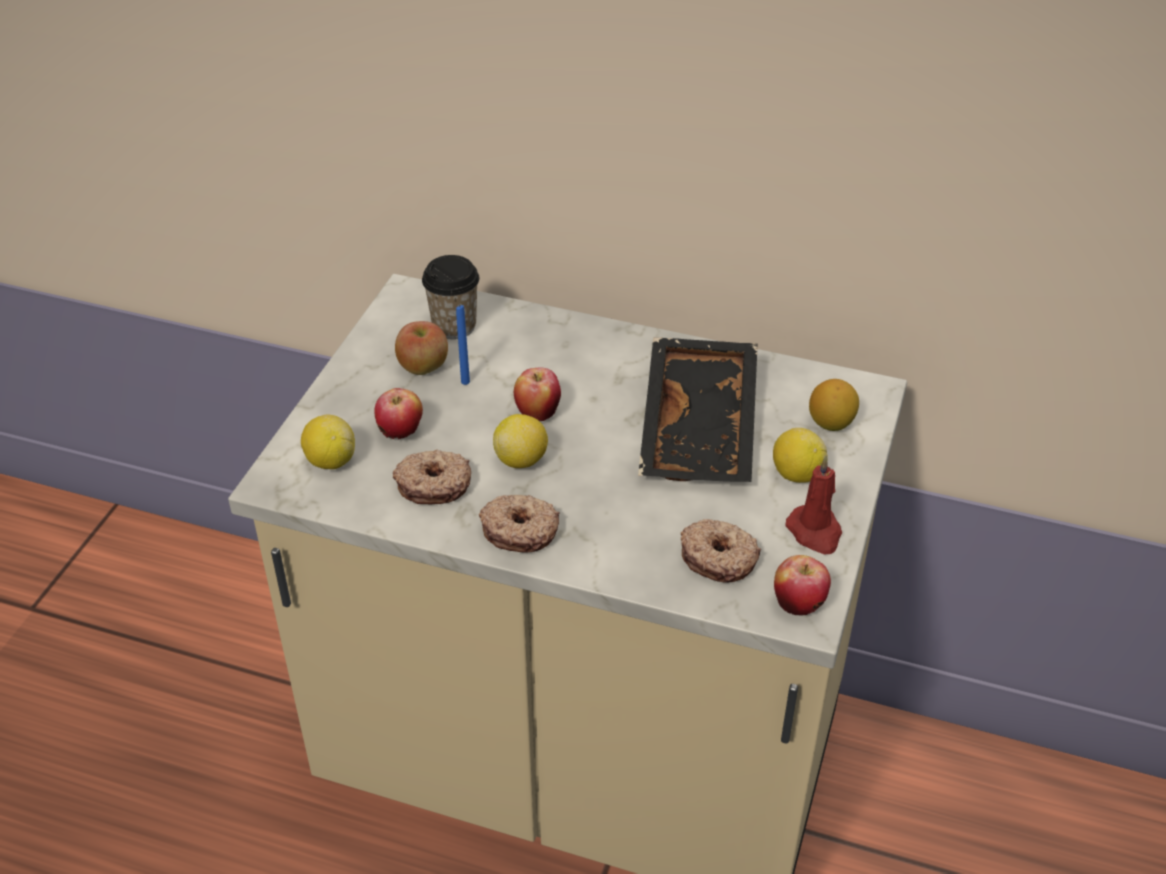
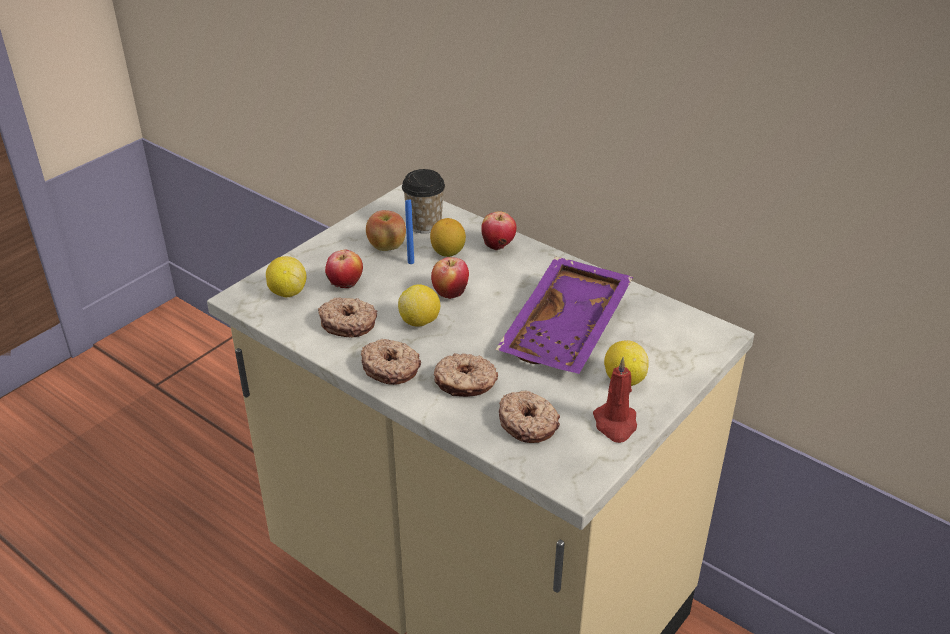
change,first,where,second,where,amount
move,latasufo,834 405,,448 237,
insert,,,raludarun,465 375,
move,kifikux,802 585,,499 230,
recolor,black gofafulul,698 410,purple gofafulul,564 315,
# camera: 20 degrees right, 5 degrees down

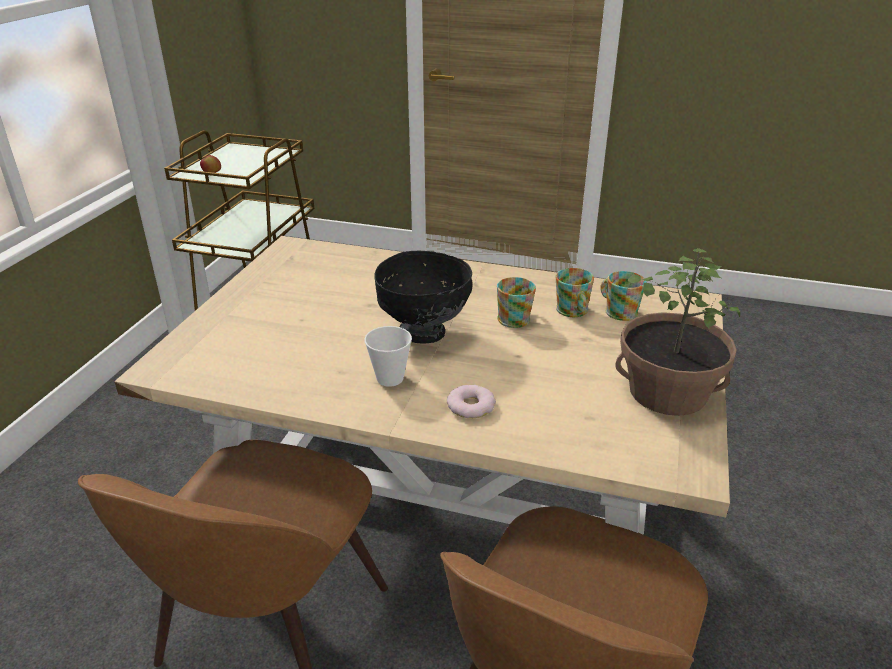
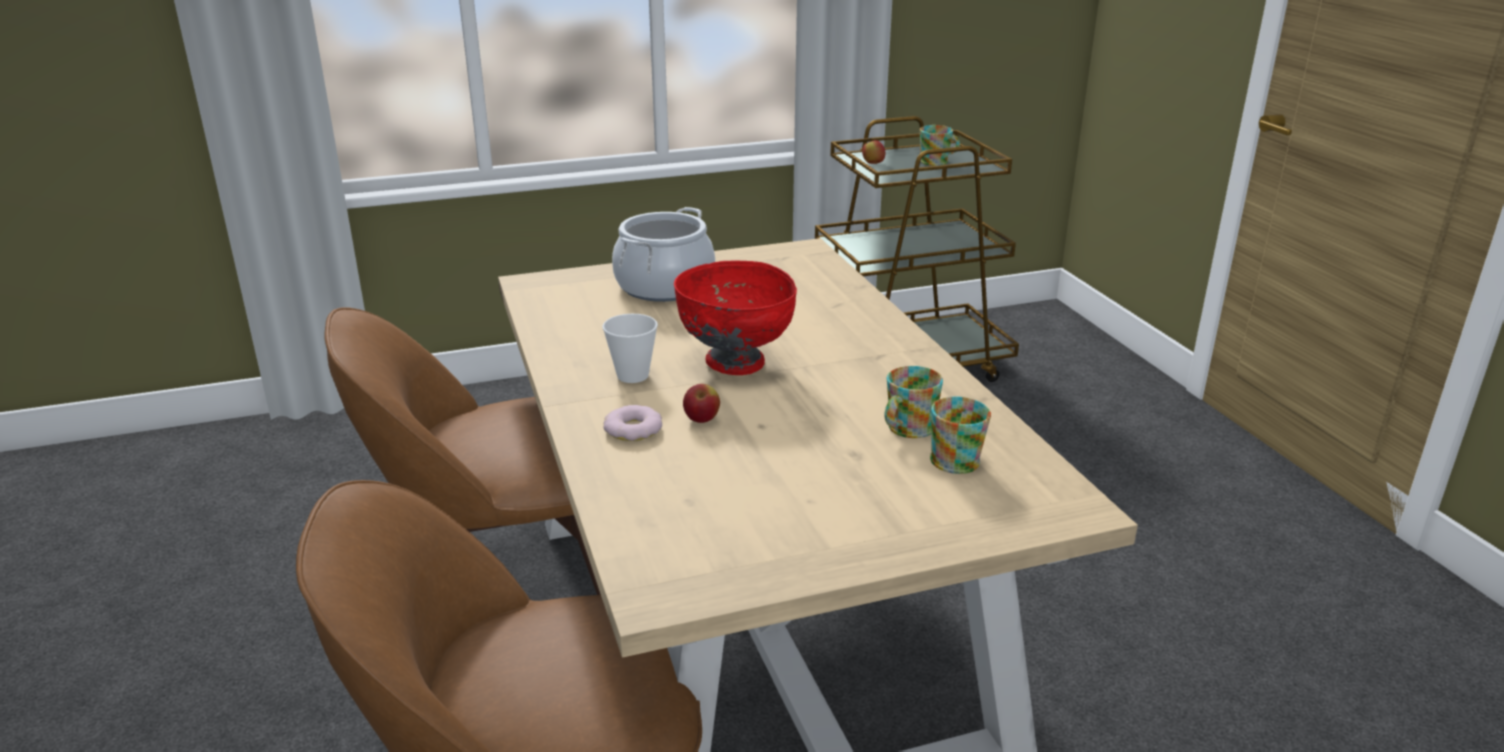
change,first,where,second,where,amount
insert,,,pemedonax,663 254,
recolor,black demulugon,423 297,red demulugon,735 318,
insert,,,kifikux,701 403,
move,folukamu,516 302,,940 145,
delete,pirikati,677 332,,,
# camera: 55 degrees right, 5 degrees down

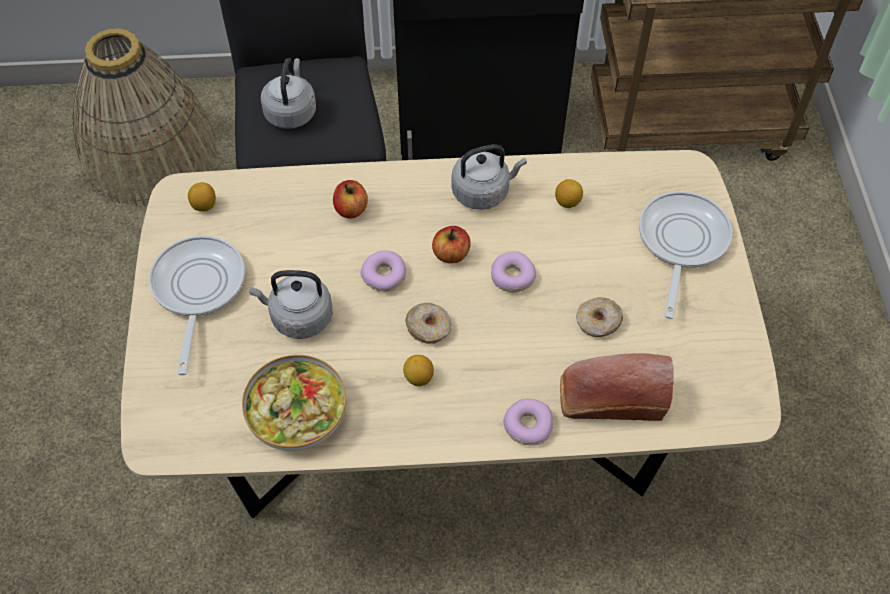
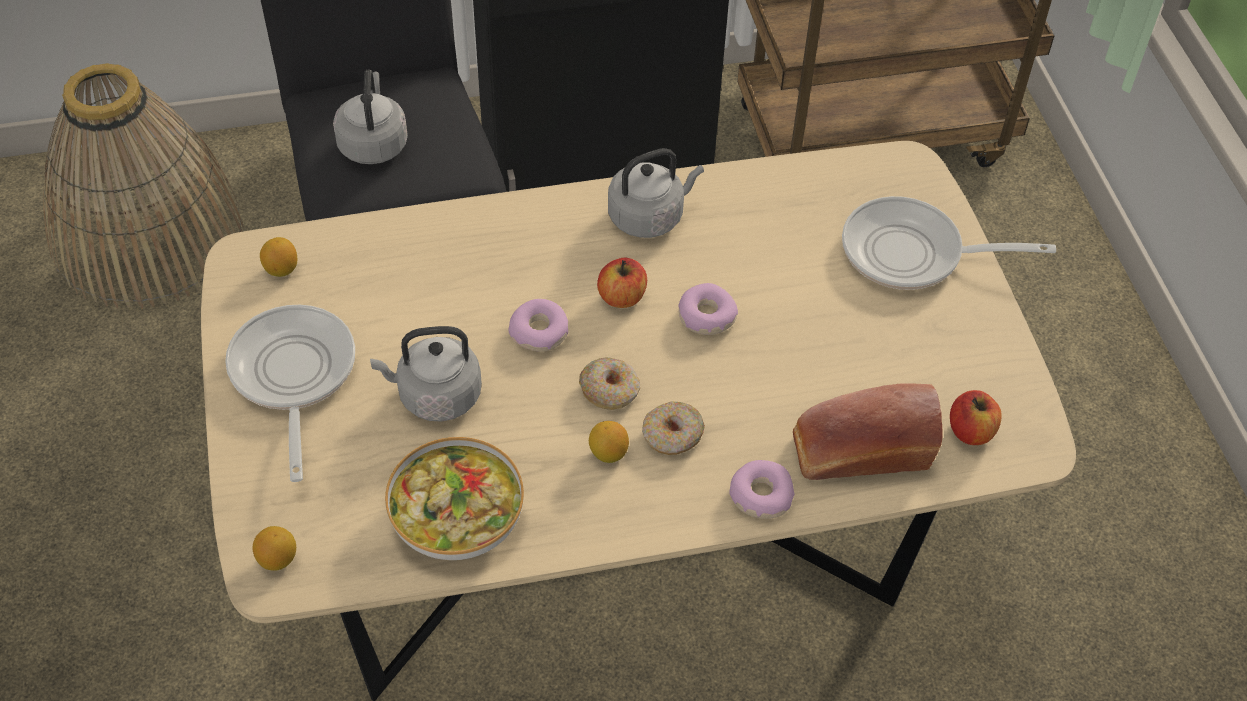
change,first,where,second,where,amount
move,latasufo,569 193,,274 548,
move,raludarun,599 317,,673 428,
rotate,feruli,685 255,,949 243,90 degrees counterclockwise
move,kifikux,350 199,,976 417,
# camera: 10 degrees left, 5 degrees down

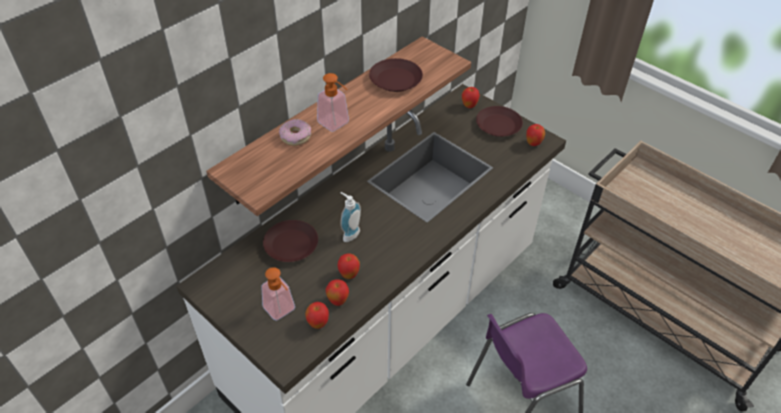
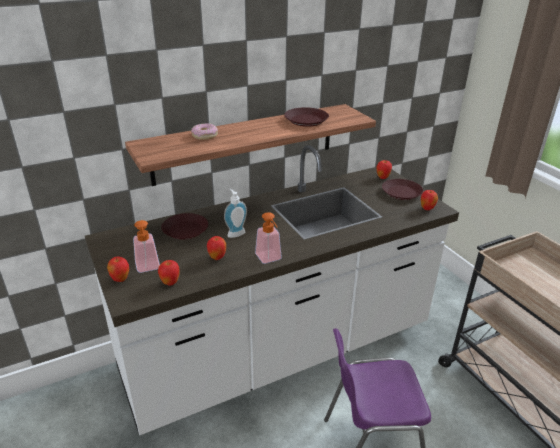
change,first,where,second,where,amount
move,kifikux,337 292,,118 269,
move,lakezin,333 102,,268 238,
# camera: 20 degrees right, 15 degrees down

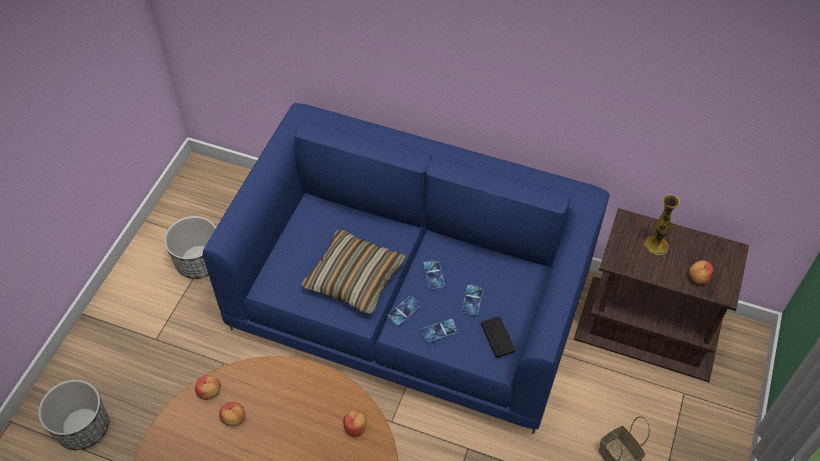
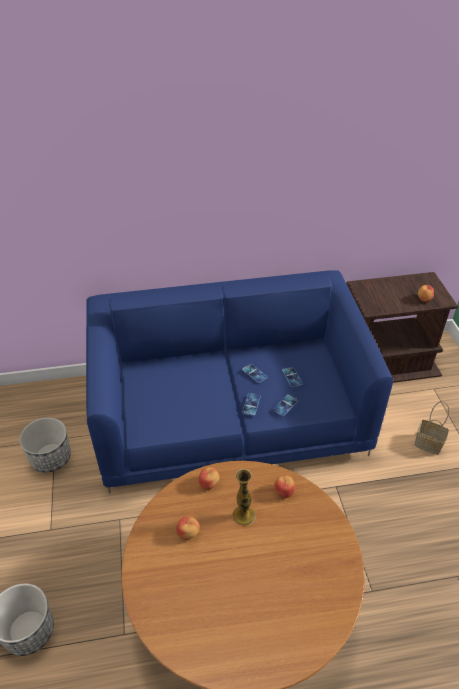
change,first,where,second,where,amount
move,kifikux,208 387,,209 478,
move,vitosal,662 224,,244 497,
delete,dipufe,354 271,,,
delete,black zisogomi,498 337,,,
# camera: 30 degrees left, 10 degrees down

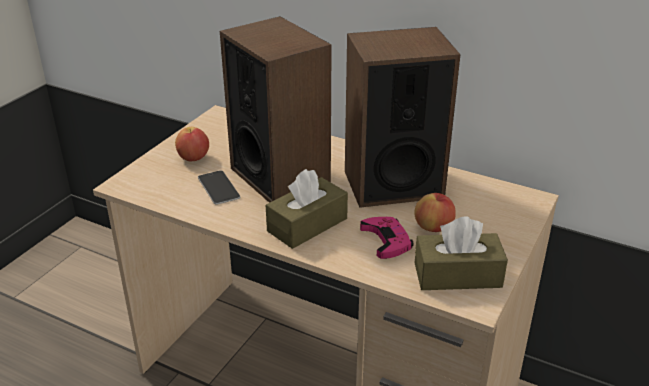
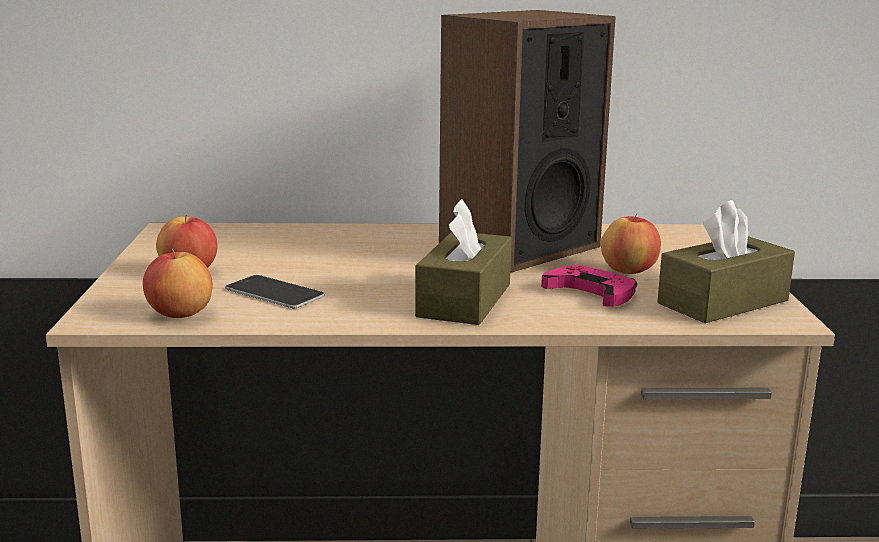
change,first,where,second,where,amount
insert,,,kifikux,178 283,
delete,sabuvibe,276 109,,,
# camera: 30 degrees left, 15 degrees down

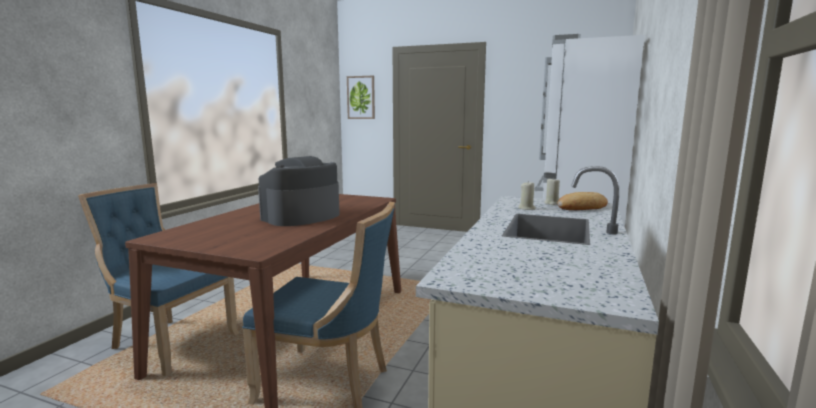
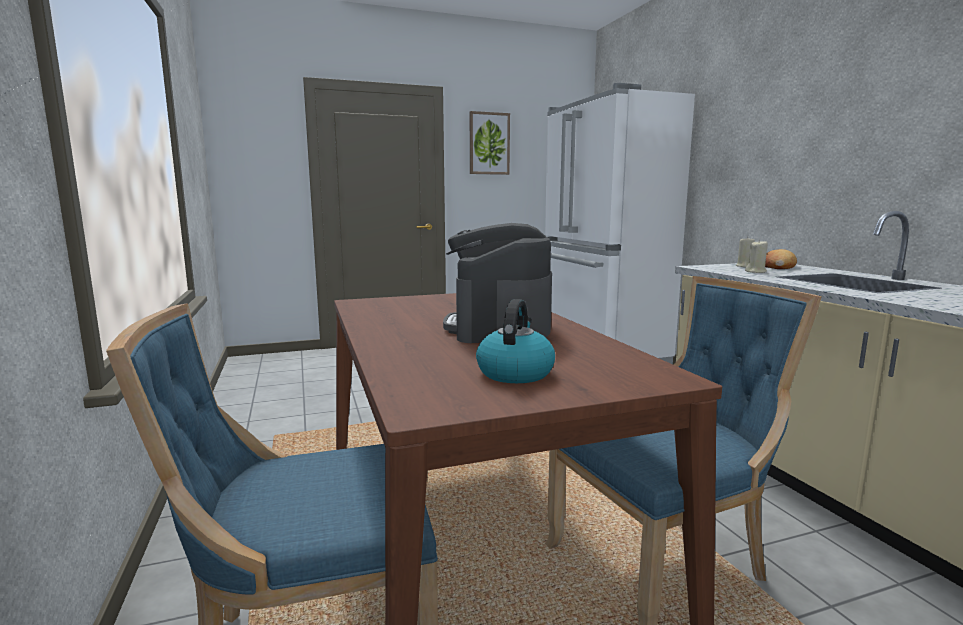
change,first,where,second,where,amount
move,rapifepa,361 97,,490 143,
insert,,,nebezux,515 341,
# camera: 40 degrees left, 0 degrees up

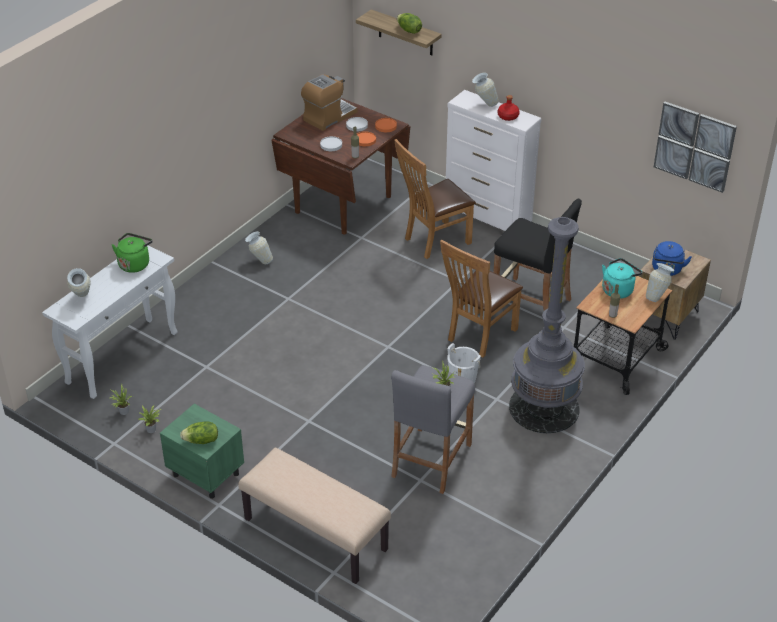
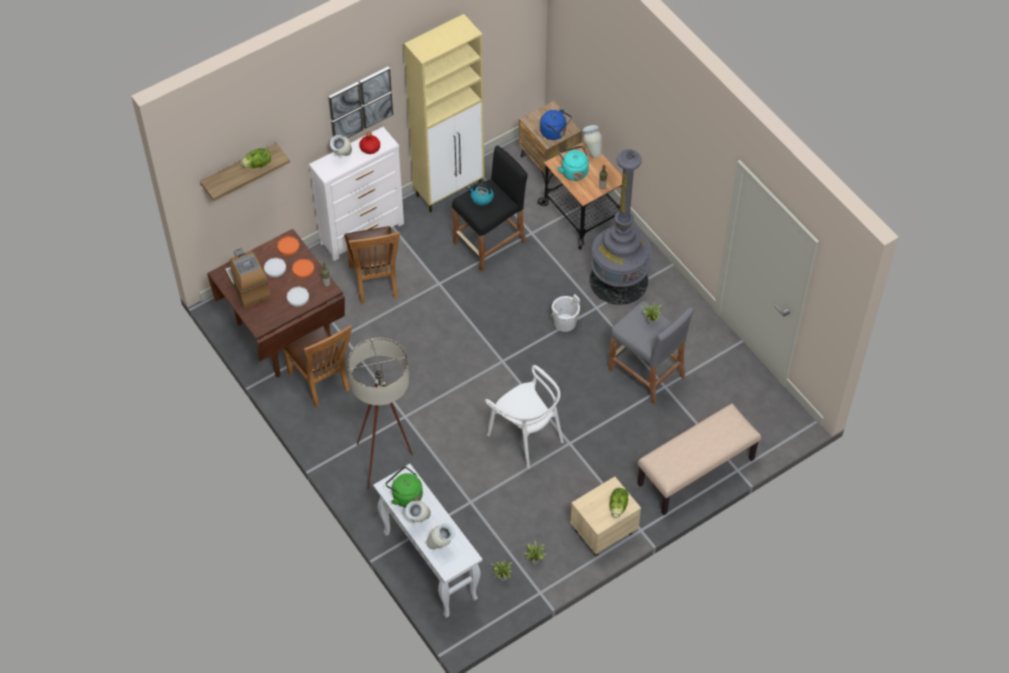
change,first,where,second,where,amount
move,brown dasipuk,481 299,,318 366,
move,rapifepa,695 147,,360 102,
insert,,,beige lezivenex,380 414,
insert,,,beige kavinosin,444 113,
move,vitosal,259 247,,418 511,
insert,,,nebezux,481 194,
insert,,,white dasipuk,524 417,
recolor,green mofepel,202 451,beige mofepel,605 516,
# camera: 70 degrees left, 15 degrees up

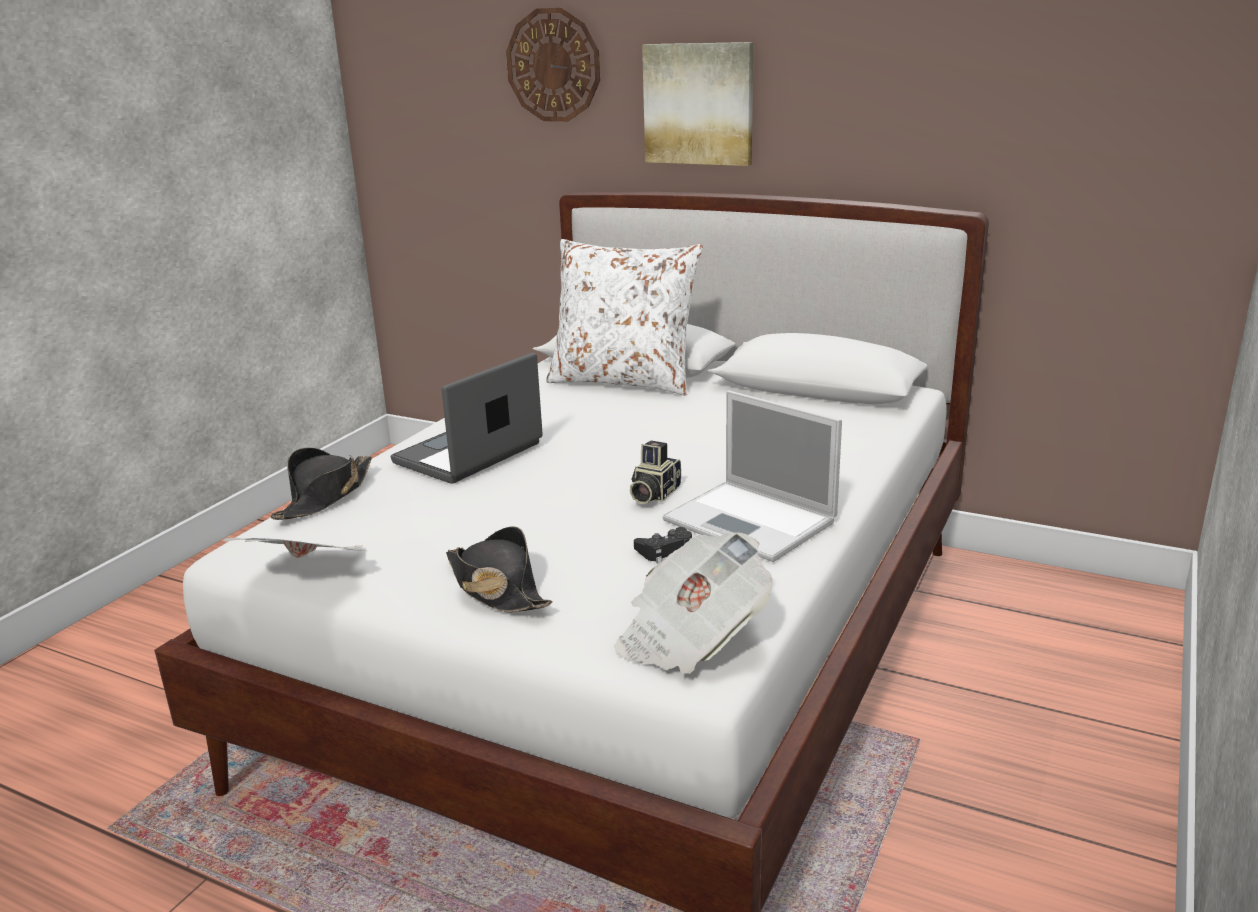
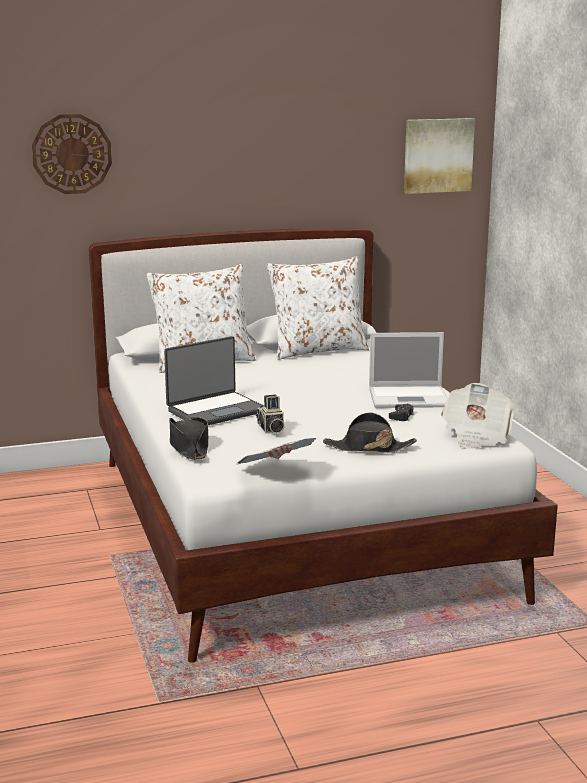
change,first,where,second,where,amount
rotate,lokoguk,467 418,,214 380,120 degrees counterclockwise
move,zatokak,655 472,,270 414,
insert,,,white dipufe,318 308,
move,rapifepa,697 104,,439 156,
# camera: 45 degrees left, 5 degrees down

